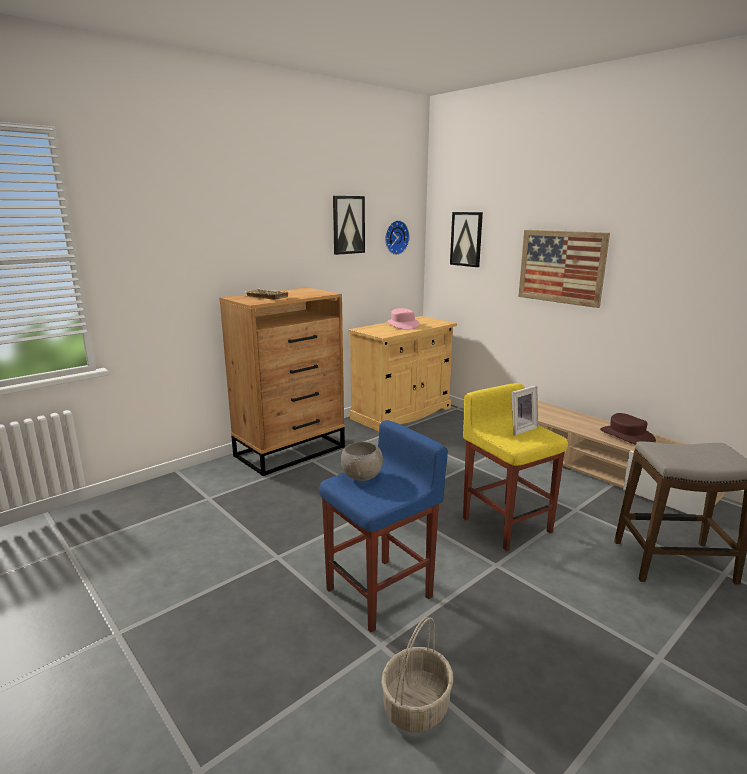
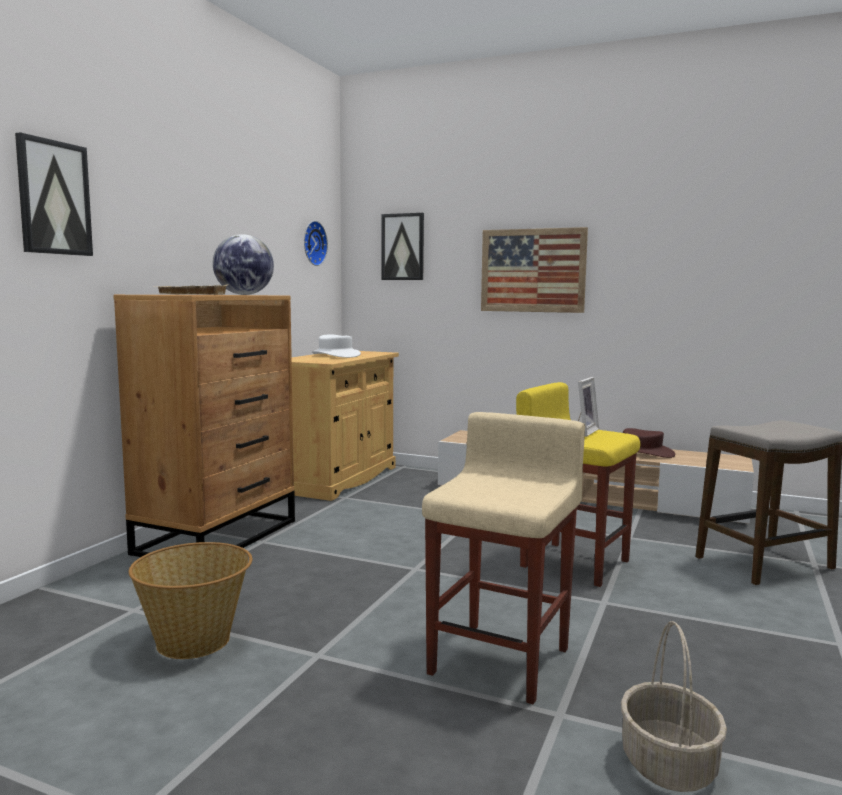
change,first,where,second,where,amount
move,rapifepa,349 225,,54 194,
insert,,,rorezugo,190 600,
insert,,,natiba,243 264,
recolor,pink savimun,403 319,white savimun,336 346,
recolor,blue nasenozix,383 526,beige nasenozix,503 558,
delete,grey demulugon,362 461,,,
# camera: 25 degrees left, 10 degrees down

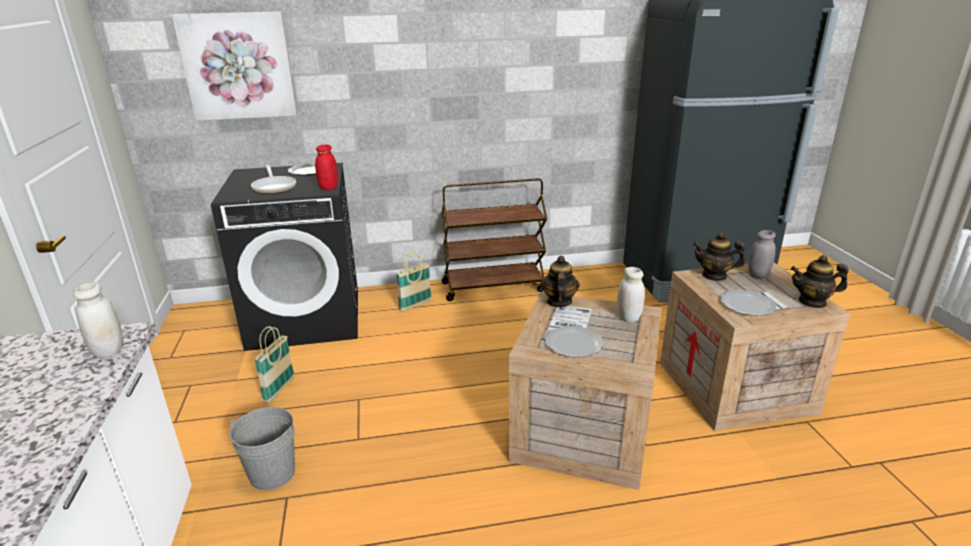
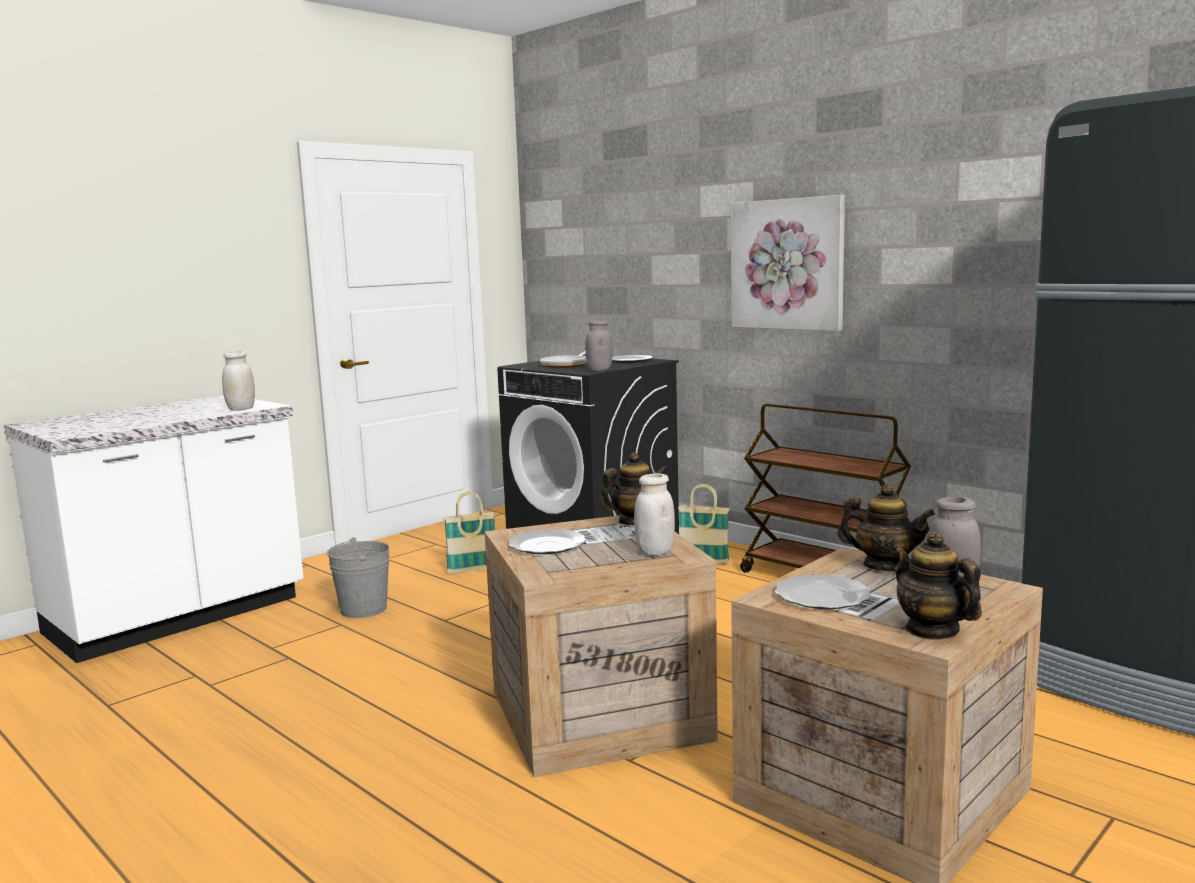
change,first,where,second,where,amount
recolor,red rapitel,326 167,grey rapitel,599 345,
move,rapifepa,234 66,,788 263,
rotate,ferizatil,719 256,,886 527,135 degrees clockwise
# camera: 55 degrees right, 15 degrees down

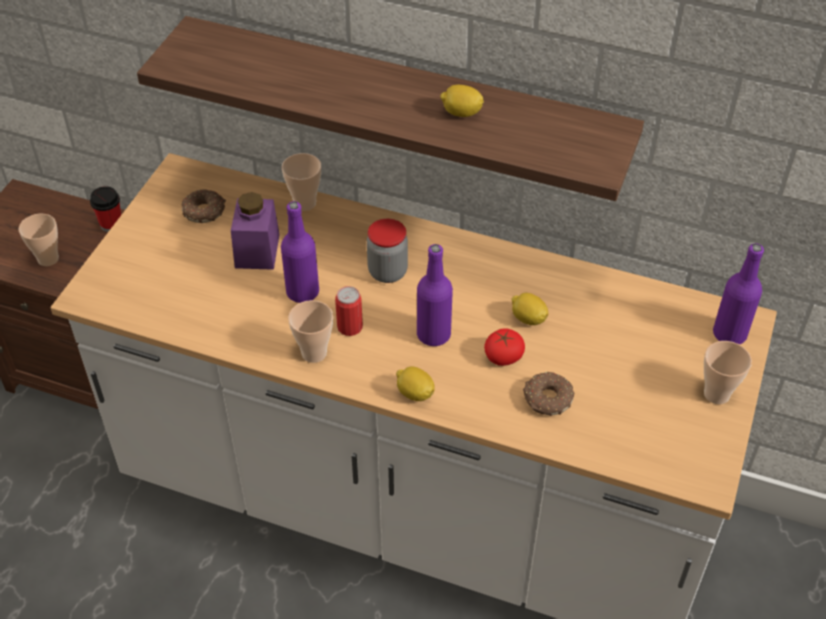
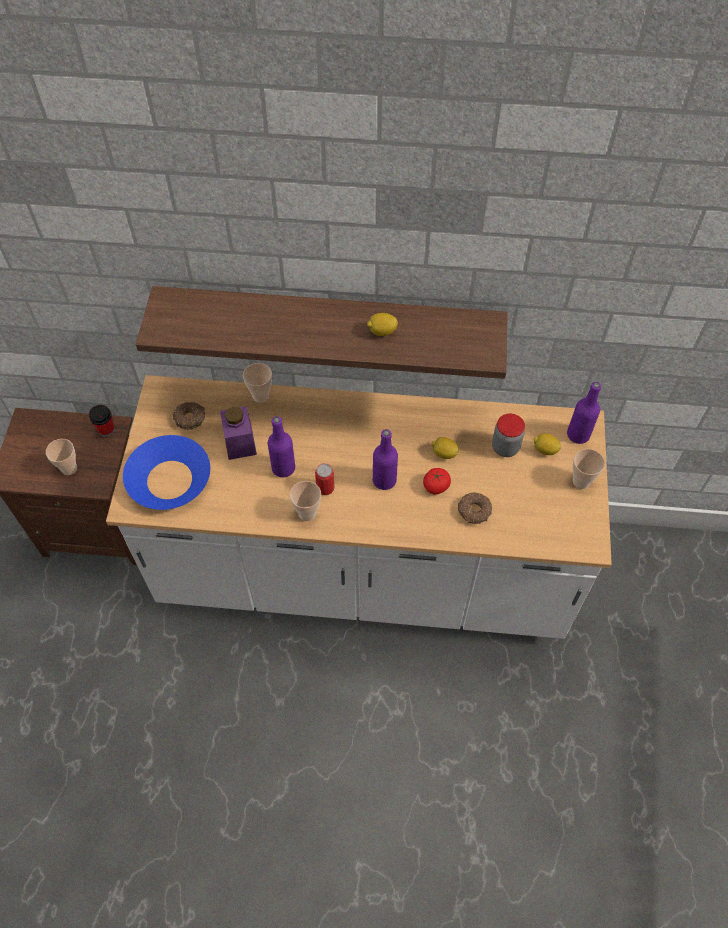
change,first,where,second,where,amount
insert,,,blue demulugon,166 472,
move,rapitel,387 251,,508 435,
move,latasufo,415 383,,547 444,
# camera: 15 degrees left, 10 degrees up

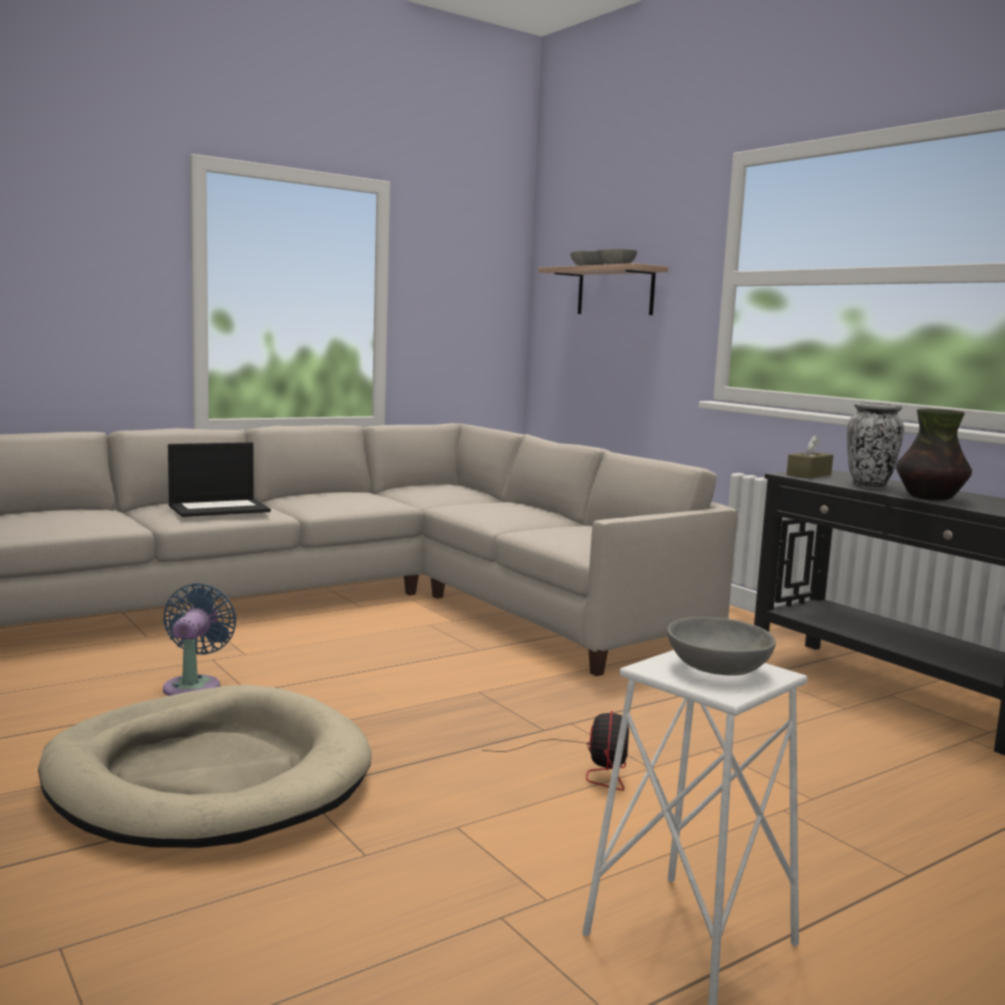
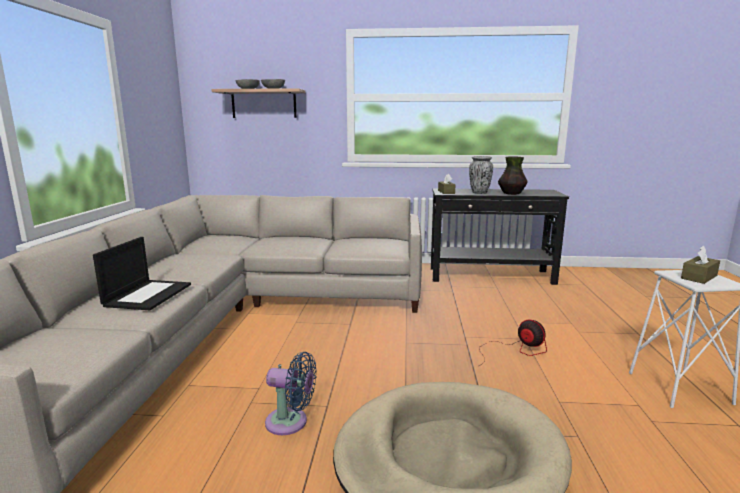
change,first,where,second,where,amount
rotate,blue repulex,199 639,,291 393,150 degrees clockwise
replace,grey demulugon,721 646,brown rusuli,700 265,
# camera: 50 degrees left, 5 degrees up

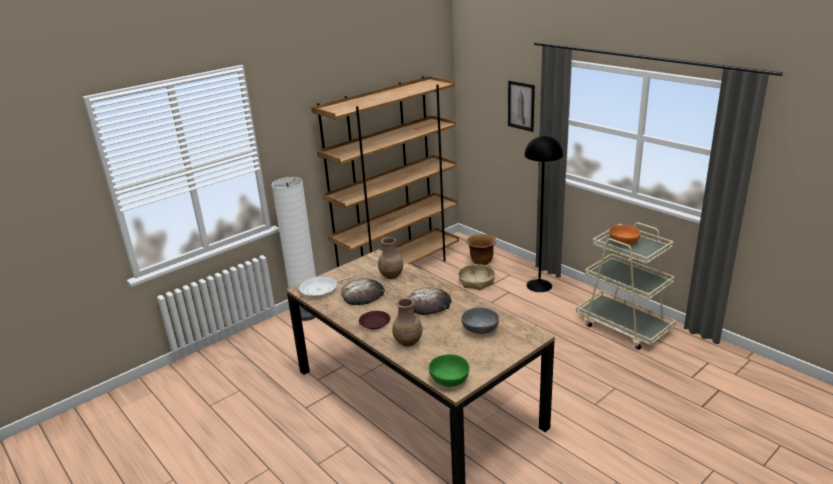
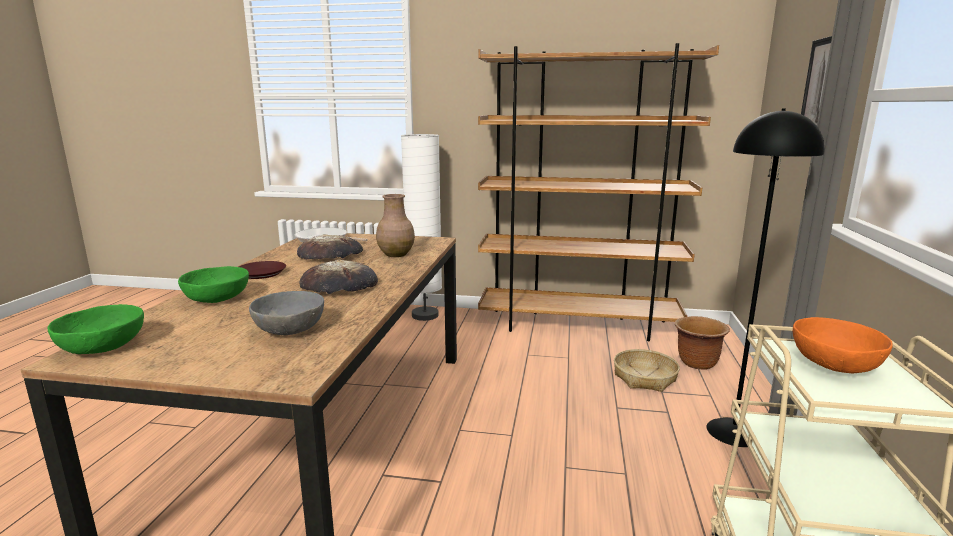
change,first,where,second,where,amount
replace,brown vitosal,407 322,green demulugon,213 284,
# camera: 50 degrees right, 10 degrees down

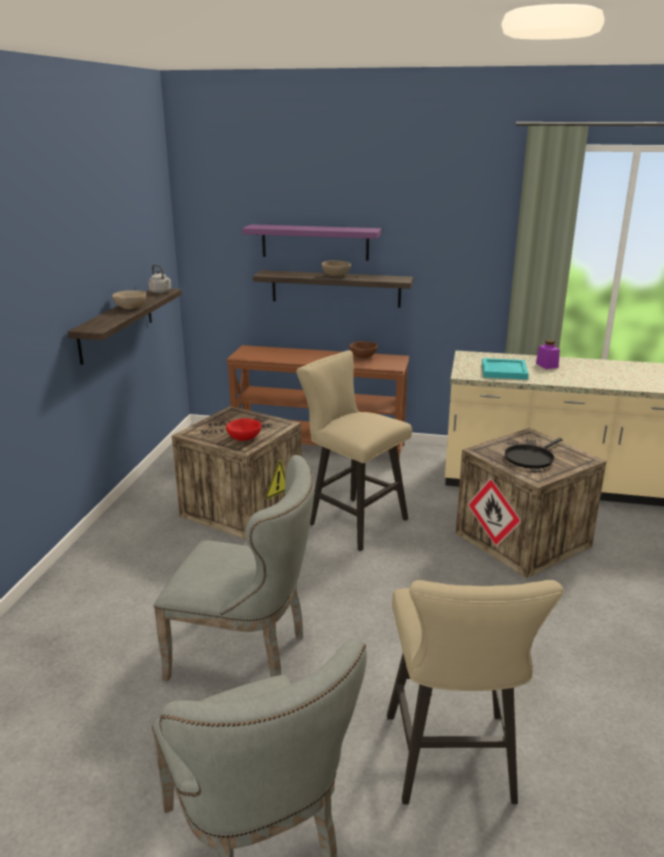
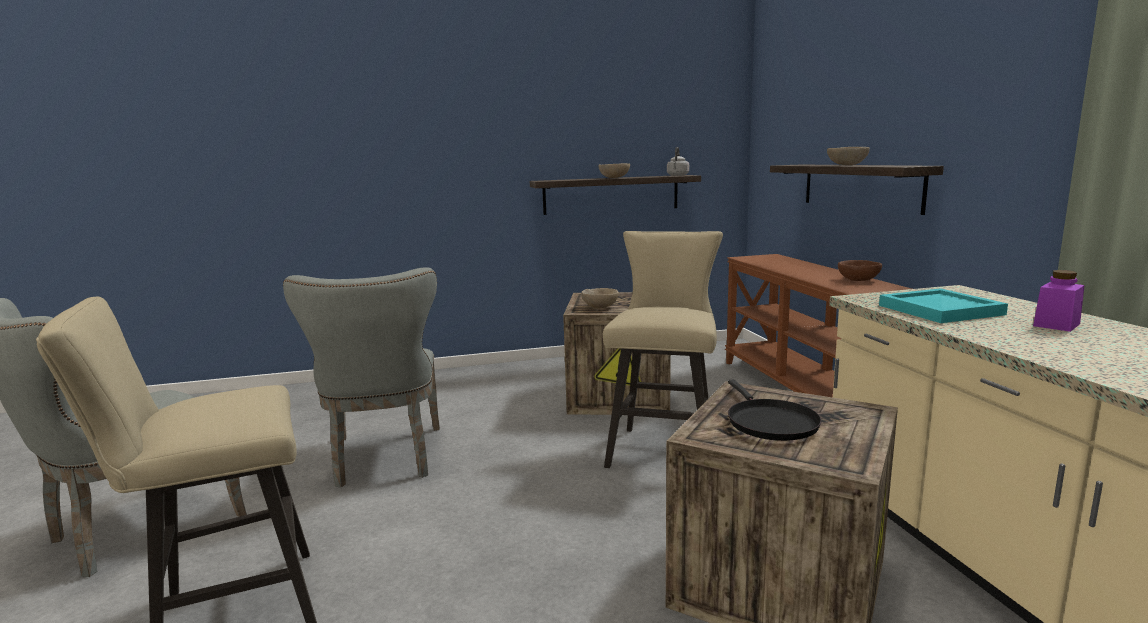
change,first,where,second,where,amount
recolor,red demulugon,243 429,beige demulugon,600 298,
rotate,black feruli,534 453,,775 410,120 degrees counterclockwise
delete,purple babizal,311 242,,,
# camera: 65 degrees right, 10 degrees down

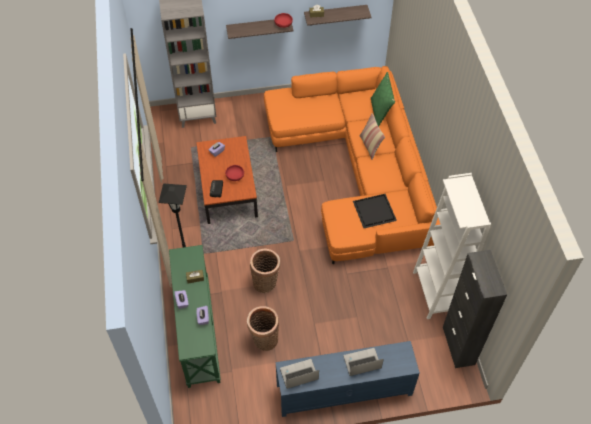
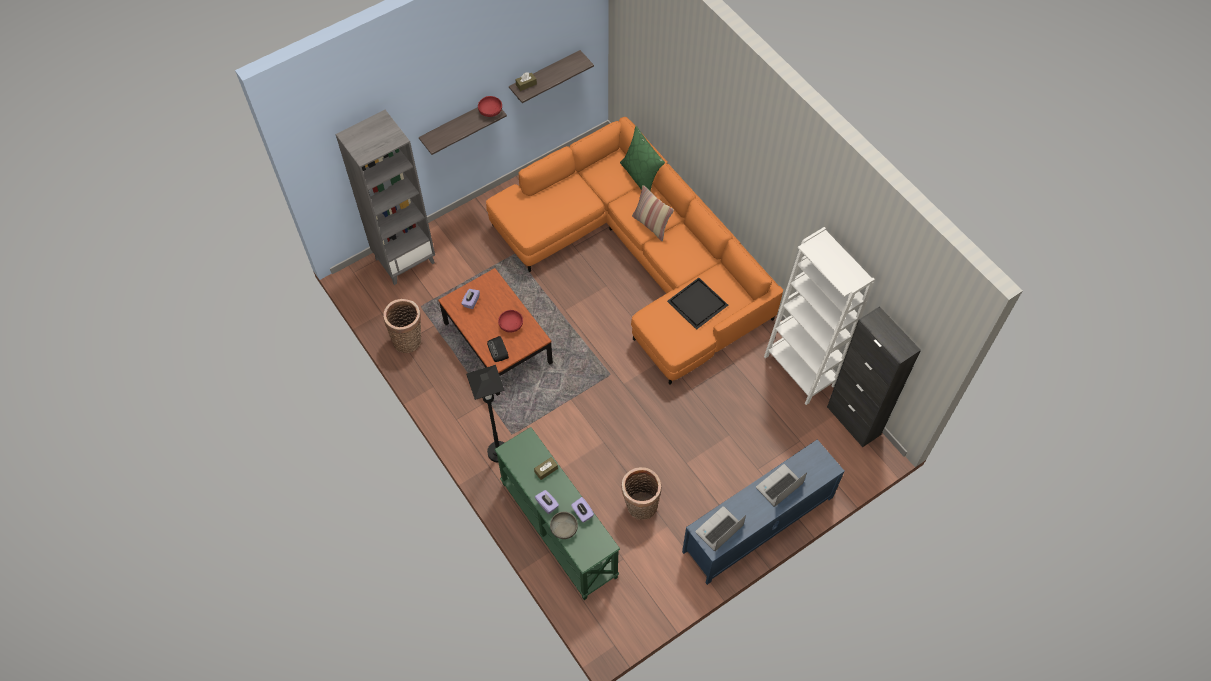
change,first,where,second,where,amount
move,rorezugo,265 271,,402 326,
insert,,,grey demulugon,564 525,
# camera: 25 degrees left, 5 degrees up

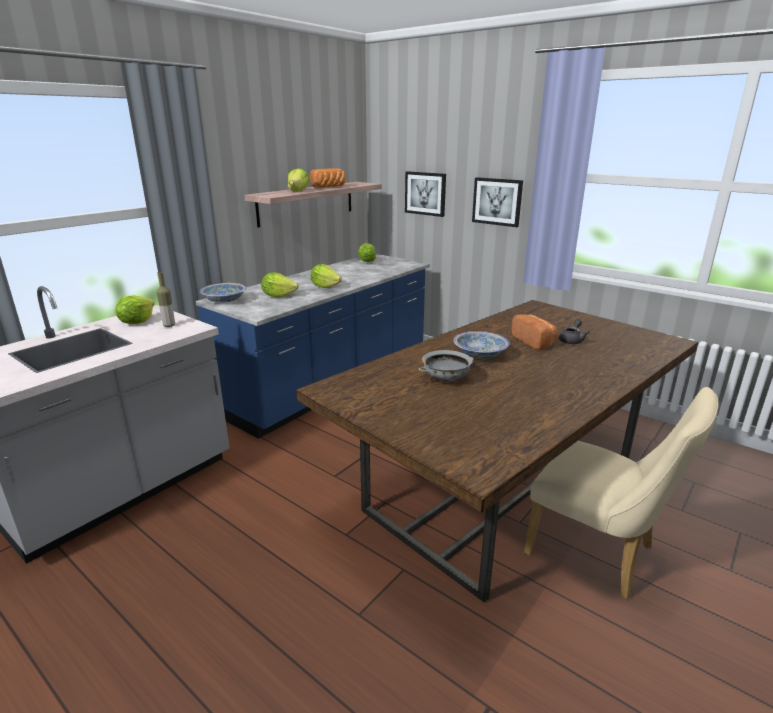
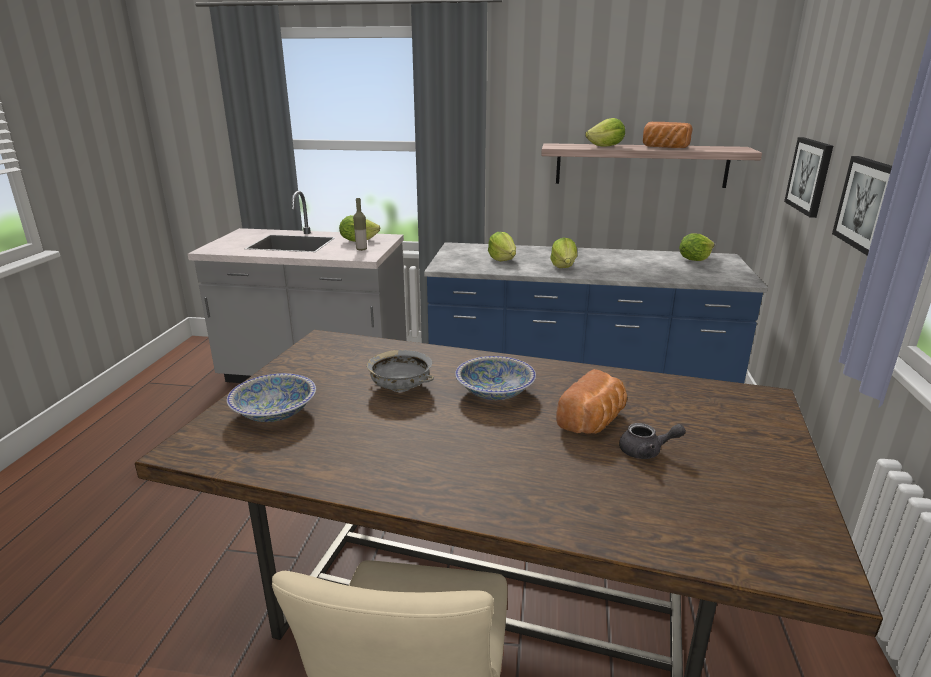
change,first,where,second,where,amount
move,demulugon,223 293,,271 397,
# camera: 60 degrees right, 0 degrees up

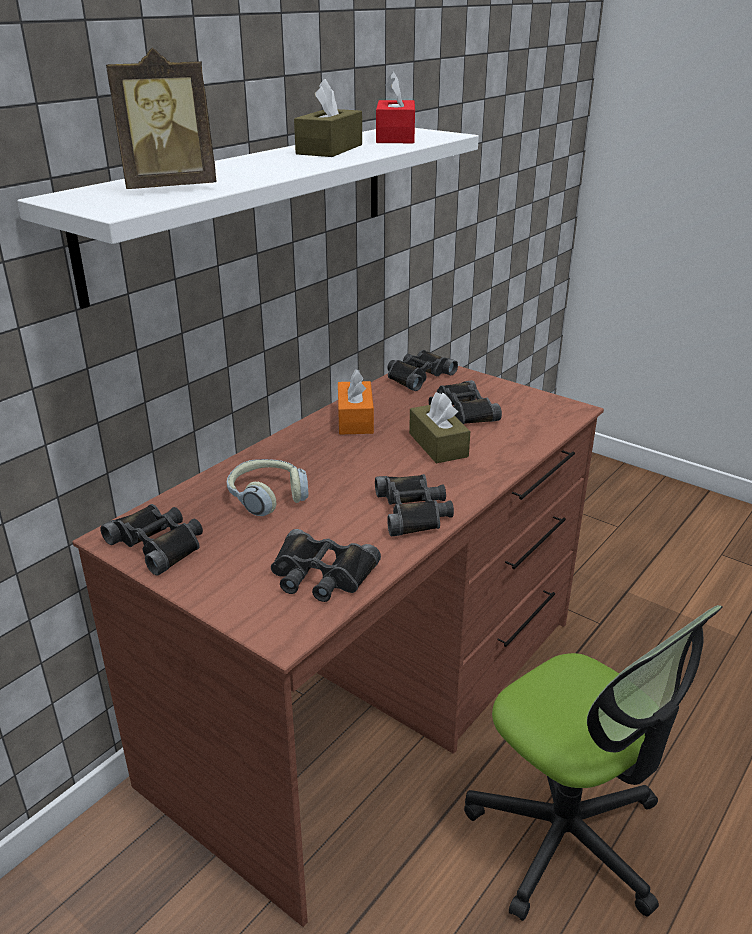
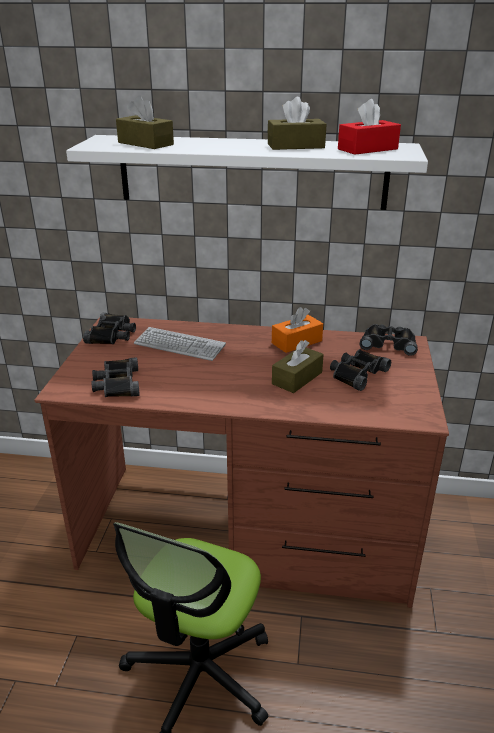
change,first,where,second,where,amount
replace,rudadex,161 118,brown rusuli,145 122,
replace,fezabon,267 487,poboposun,180 344,
delete,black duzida,414 505,,,
# camera: 60 degrees right, 0 degrees up

